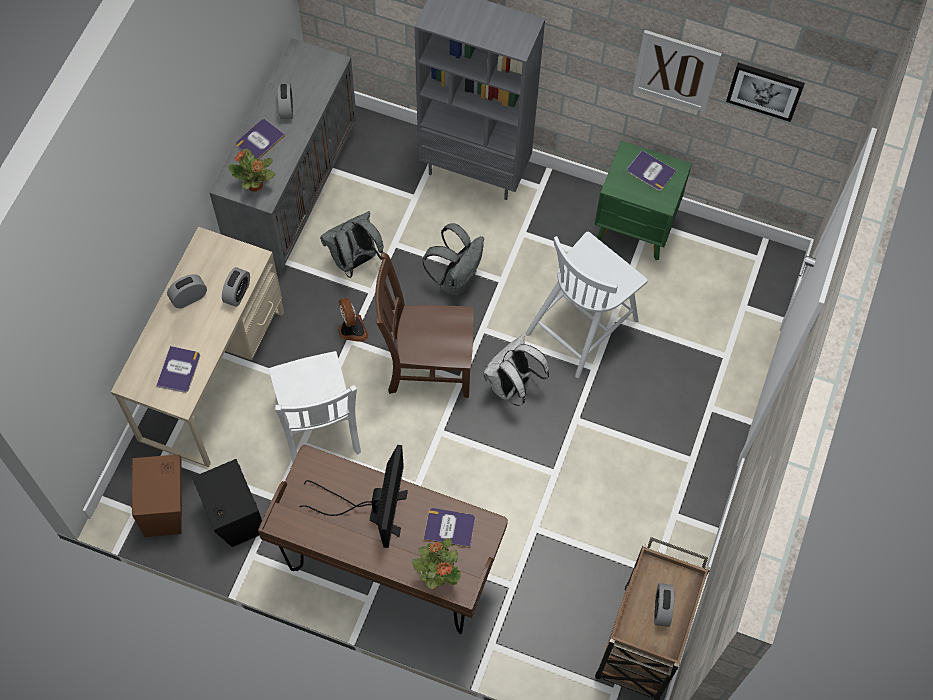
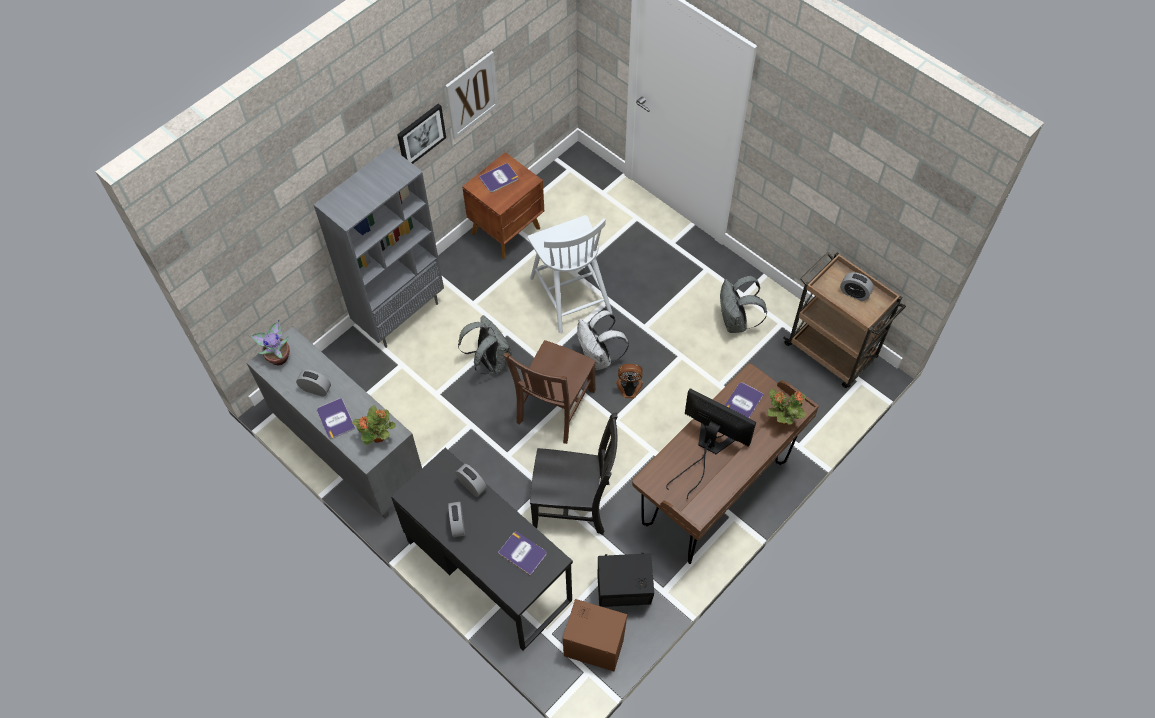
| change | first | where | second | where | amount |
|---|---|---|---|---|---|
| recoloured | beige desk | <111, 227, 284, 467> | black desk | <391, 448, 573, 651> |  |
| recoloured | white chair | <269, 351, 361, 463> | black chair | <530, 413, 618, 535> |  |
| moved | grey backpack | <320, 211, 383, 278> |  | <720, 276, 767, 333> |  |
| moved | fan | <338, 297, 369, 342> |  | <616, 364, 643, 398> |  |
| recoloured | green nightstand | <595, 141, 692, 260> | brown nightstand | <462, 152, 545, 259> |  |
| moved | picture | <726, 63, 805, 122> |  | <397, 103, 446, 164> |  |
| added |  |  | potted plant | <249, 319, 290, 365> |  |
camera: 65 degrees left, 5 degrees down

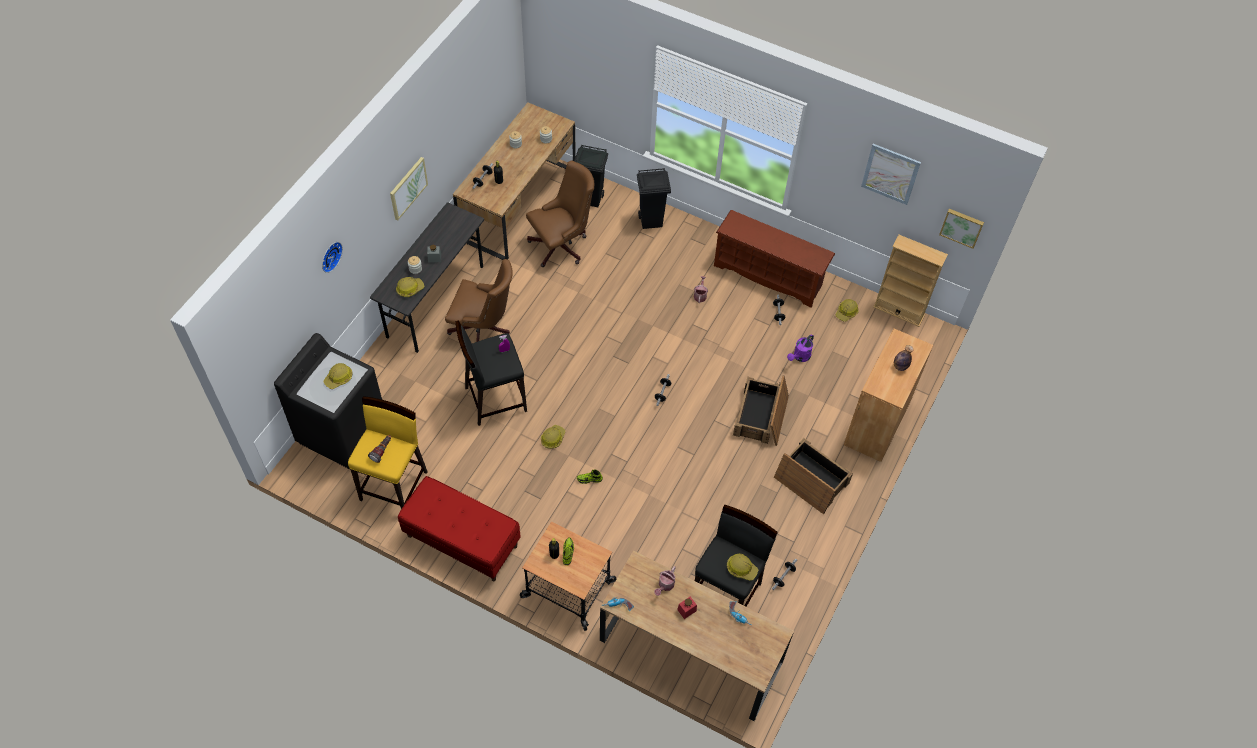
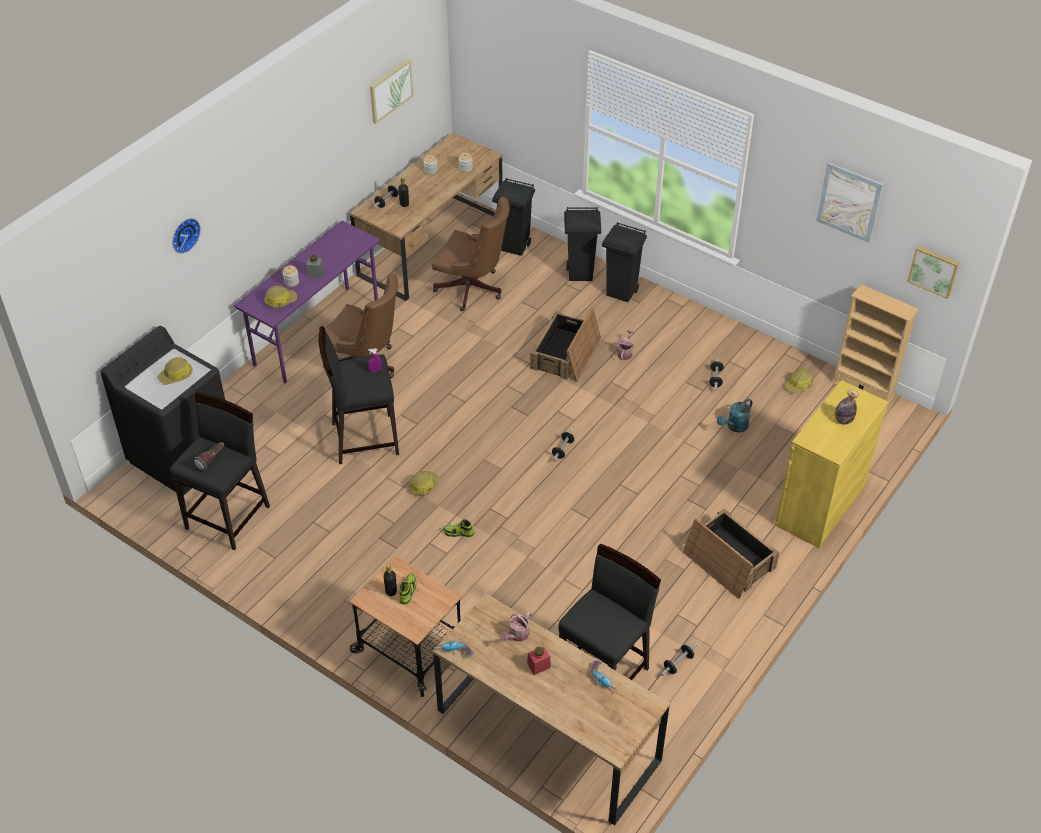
| change | first | where | second | where | amount |
|---|---|---|---|---|---|
| recoloured | yellow stool | <348, 396, 428, 509> | black stool | <170, 392, 270, 550> |  |
| recoloured | grey desk | <370, 202, 484, 353> | purple desk | <234, 221, 380, 383> |  |
| moved | picture | <390, 157, 428, 221> |  | <370, 59, 413, 124> |  |
| removed | red bench | <398, 476, 520, 581> |  |  |  |
| turned | brown office chair | <526, 161, 594, 267> |  | <432, 197, 510, 311> | 45 degrees clockwise |
| removed | brown shoe rack | <714, 210, 835, 308> |  |  |  |
| removed | hard hat | <727, 554, 758, 581> |  |  |  |
| moved | crate | <733, 375, 789, 446> |  | <530, 308, 601, 382> |  |
| recoloured | purple watering can | <787, 334, 814, 362> | turquoise watering can | <717, 399, 752, 432> |  |
| recoloured | brown cabinet | <844, 329, 933, 462> | yellow cabinet | <775, 380, 888, 548> |  |
| added |  |  | black trash can | <602, 222, 647, 302> |  |
camera: 10 degrees right, 10 degrees down

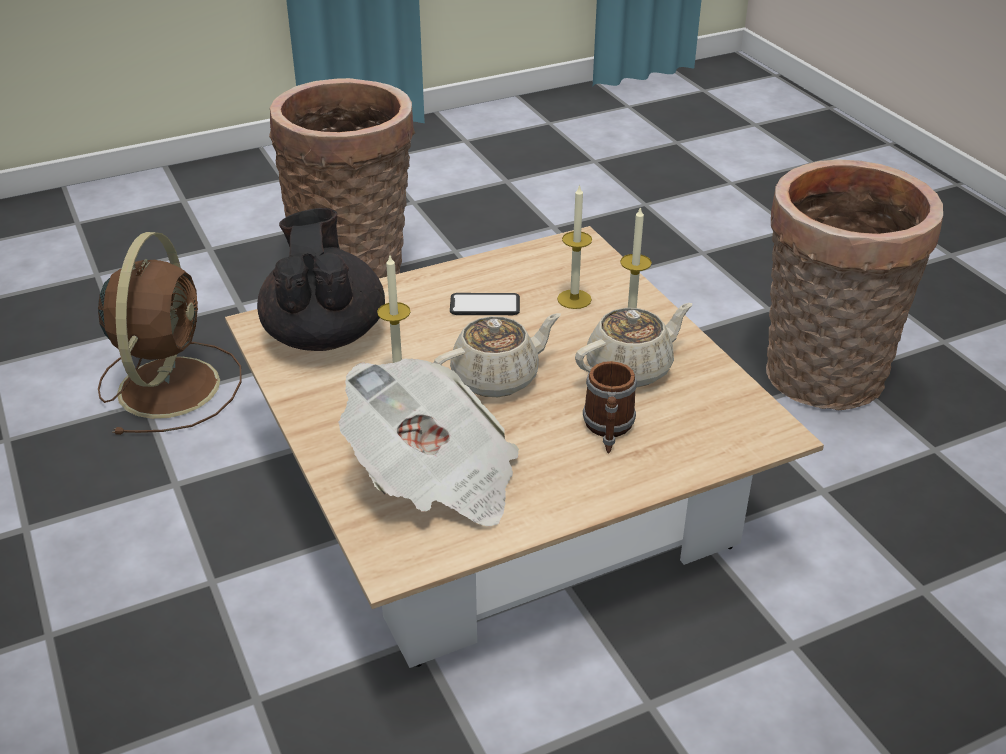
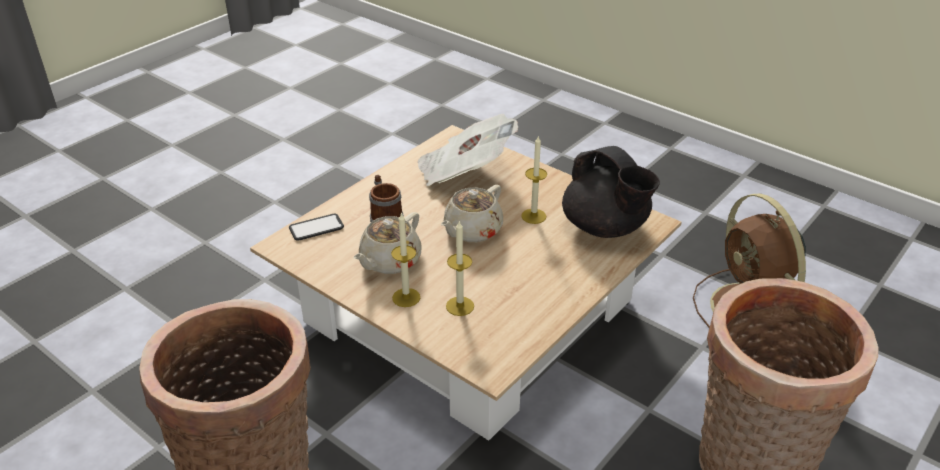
| change | first | where | second | where | amount |
|---|---|---|---|---|---|
| moved | phone | <450, 293, 520, 315> |  | <289, 214, 344, 240> |  |
camera: 155 degrees right, 0 degrees up

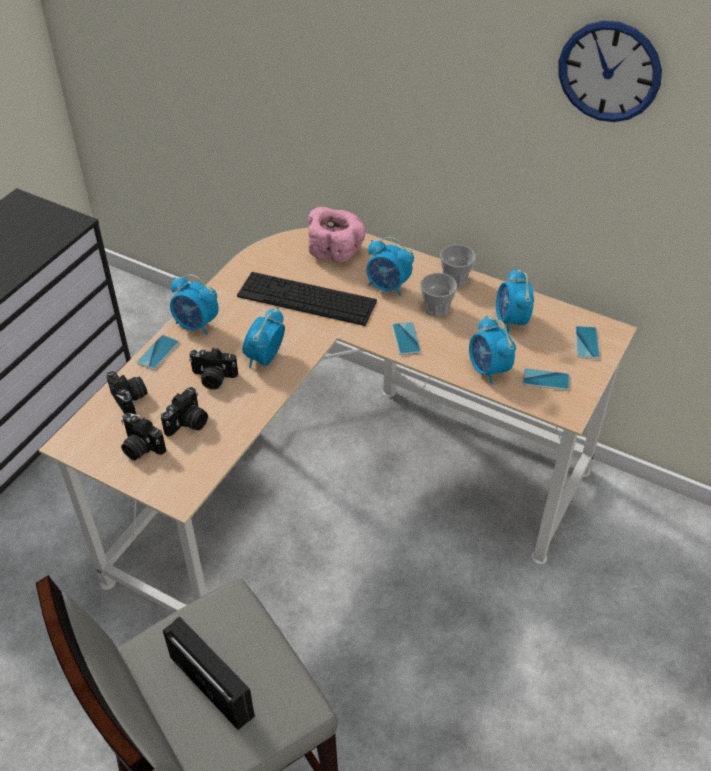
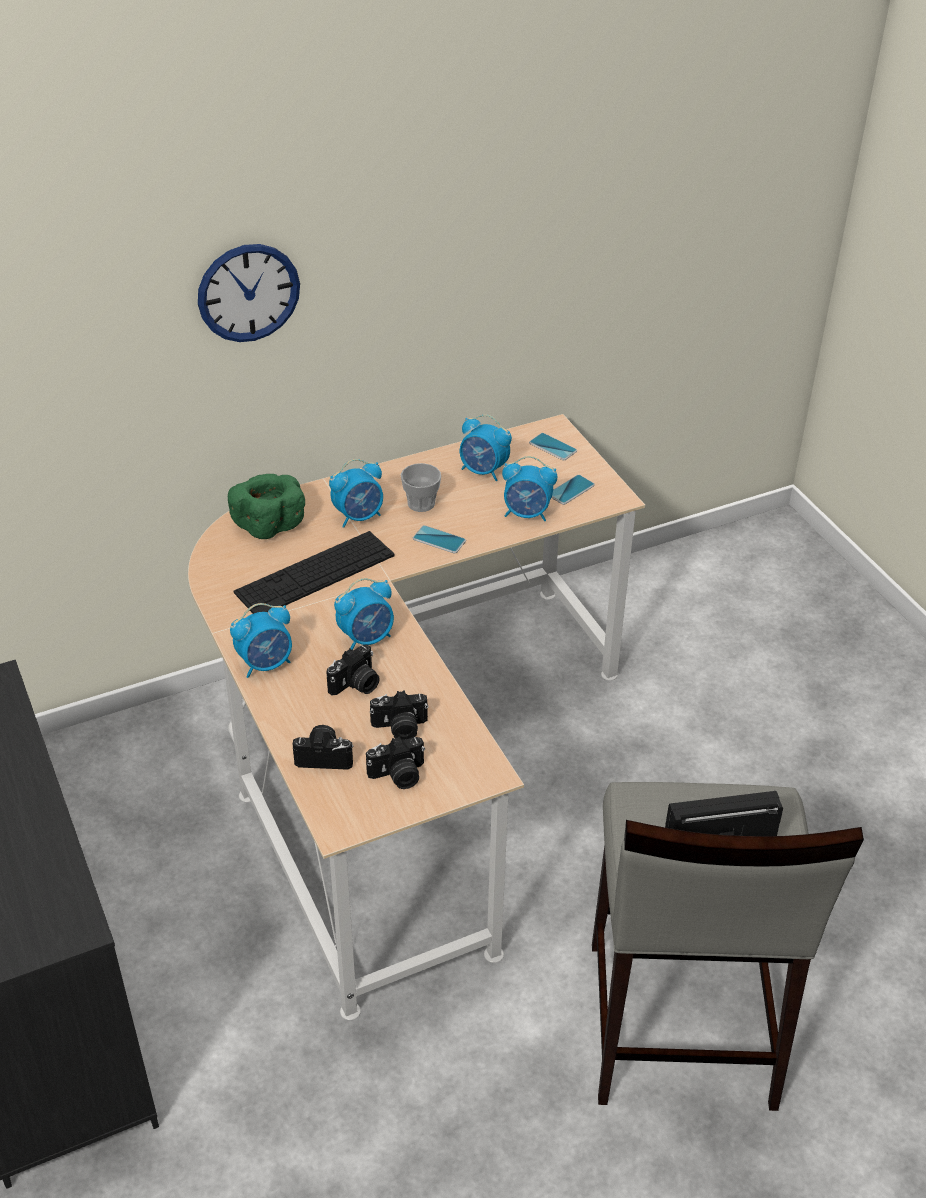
| change | first | where | second | where | amount |
|---|---|---|---|---|---|
| removed | phone | <137, 335, 180, 370> |  |  |  |
| turned | photo camera | <161, 387, 208, 437> |  | <370, 690, 429, 741> | 105 degrees clockwise |
| turned | alarm clock | <242, 307, 285, 368> |  | <334, 578, 394, 650> | 90 degrees counterclockwise |
| recoloured | pink bowl | <308, 207, 366, 263> | green bowl | <228, 474, 305, 539> |  |
| removed | cup | <440, 245, 476, 287> |  |  |  |
| moved | wall clock | <559, 20, 662, 122> |  | <198, 244, 300, 342> |  |
camera: 55 degrees left, 5 degrees down

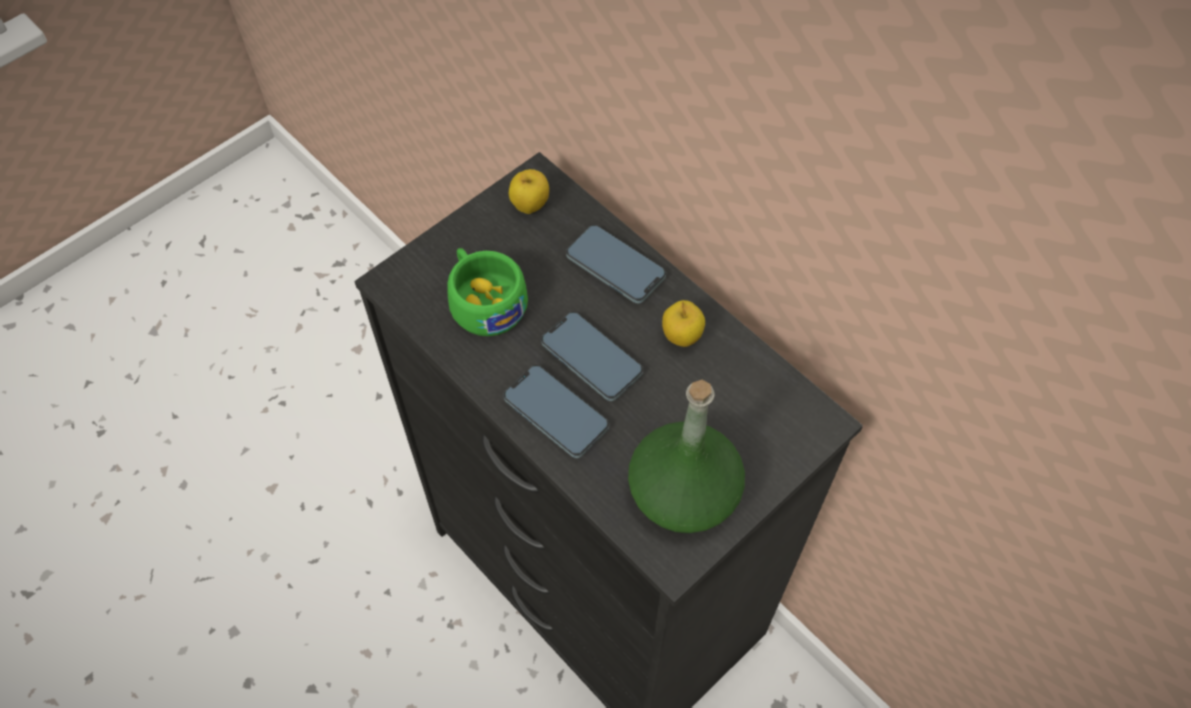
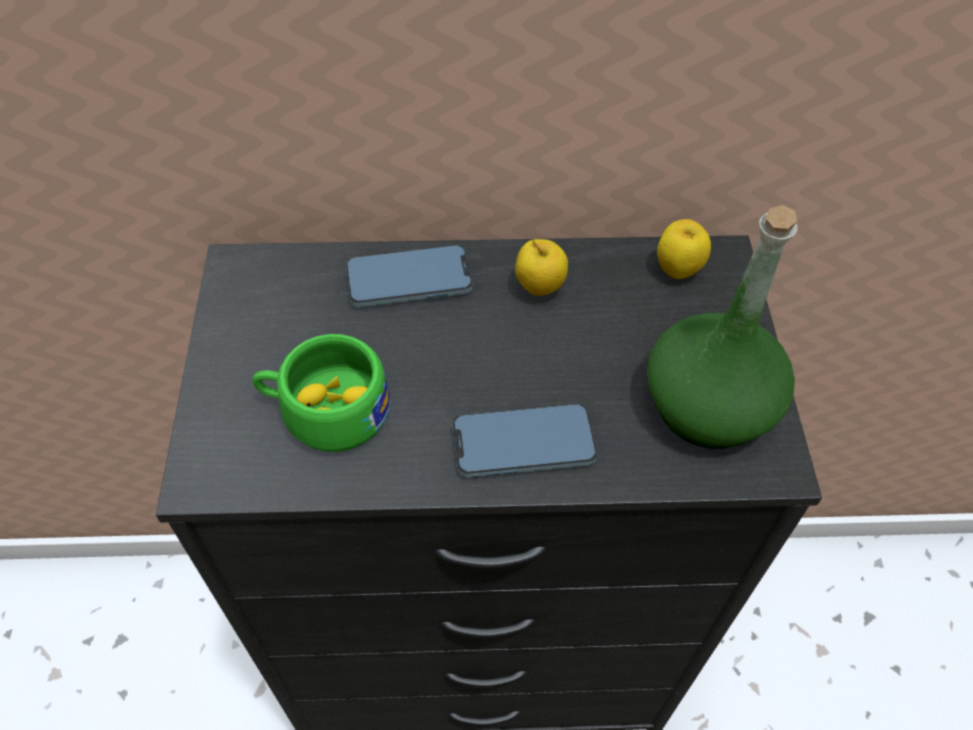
| change | first | where | second | where | amount |
|---|---|---|---|---|---|
| moved | apple | <509, 169, 549, 214> |  | <657, 219, 711, 279> |  |
| removed | phone | <541, 312, 643, 401> |  |  |  |
camera: 50 degrees left, 5 degrees down

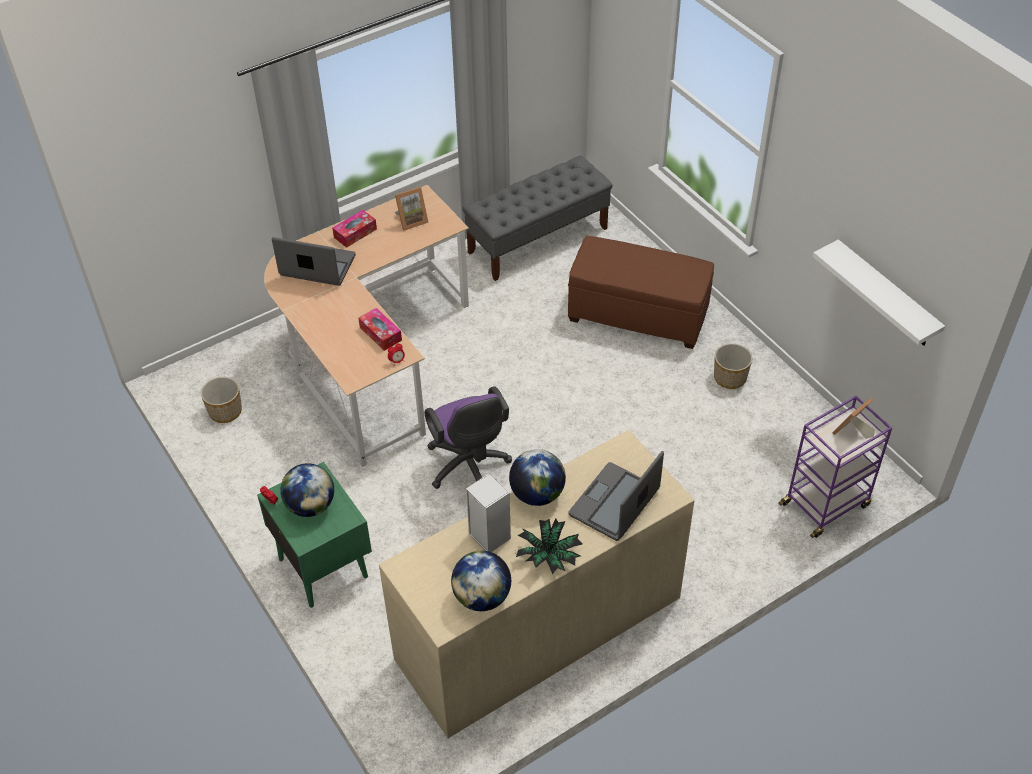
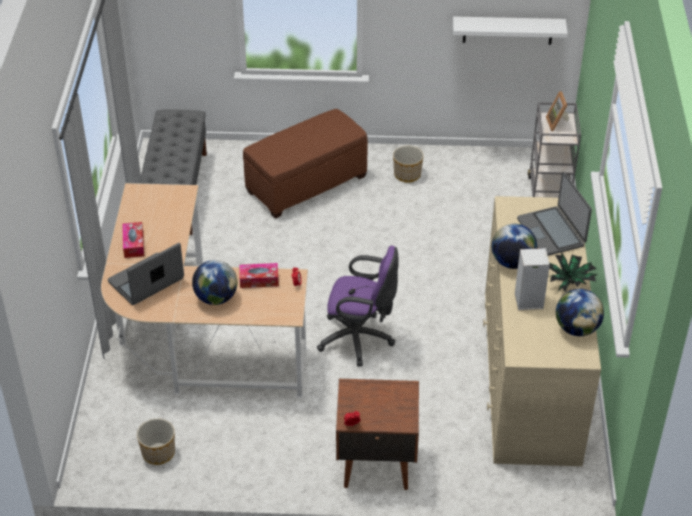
| change | first | where | second | where | amount |
|---|---|---|---|---|---|
| recoloured | green nightstand | <257, 462, 372, 608> | brown nightstand | <336, 379, 419, 490> |  |
| moved | globe | <280, 463, 334, 517> |  | <192, 260, 237, 305> |  |
| removed | picture frame | <395, 187, 429, 231> |  |  |  |
| recoloured | purple cart | <778, 396, 892, 538> | grey cart | <528, 102, 581, 198> |  |
camera: 55 degrees left, 5 degrees down

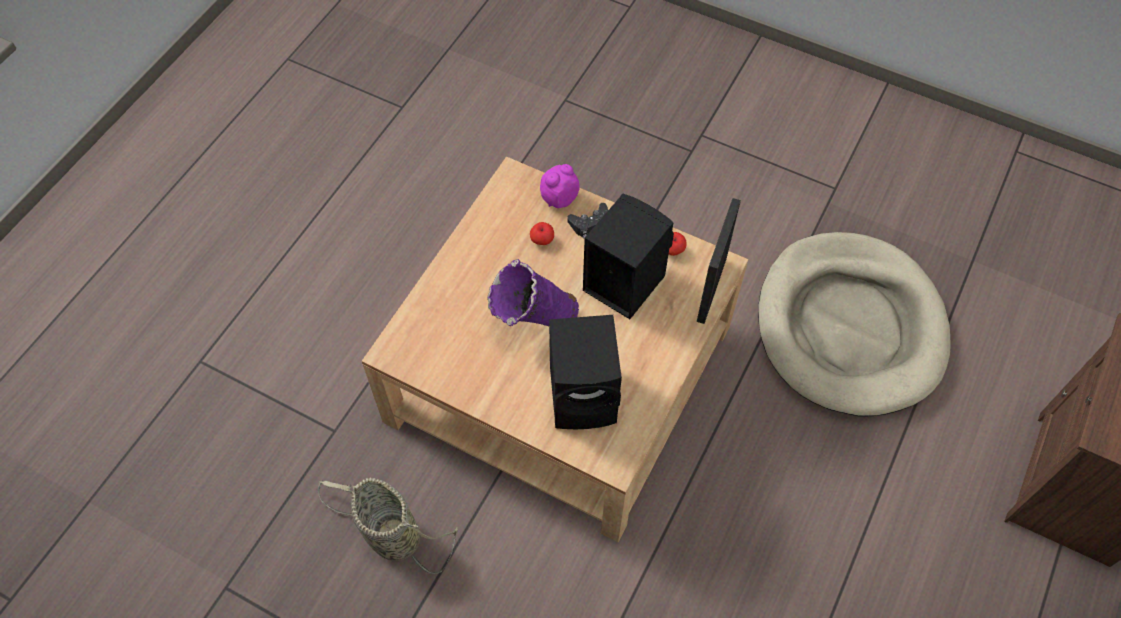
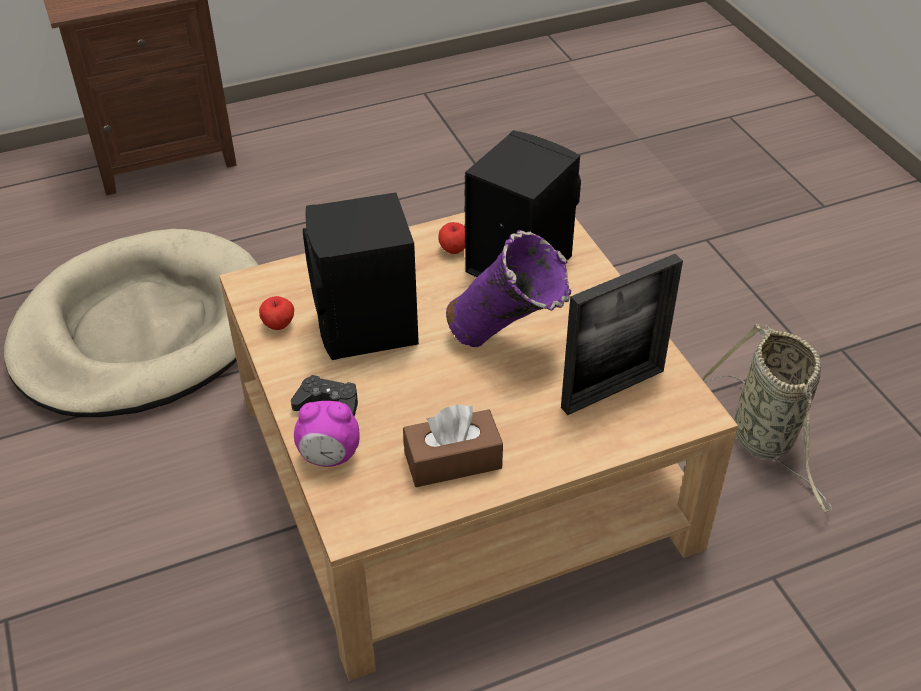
| change | first | where | second | where | amount |
|---|---|---|---|---|---|
| moved | apple | <530, 222, 554, 245> |  | <439, 222, 465, 254> |  |
| moved | picture frame | <697, 198, 741, 324> |  | <561, 254, 683, 415> |  |
| added |  |  | brown tissue box | <403, 405, 503, 487> |  |
camera: 140 degrees left, 15 degrees down

